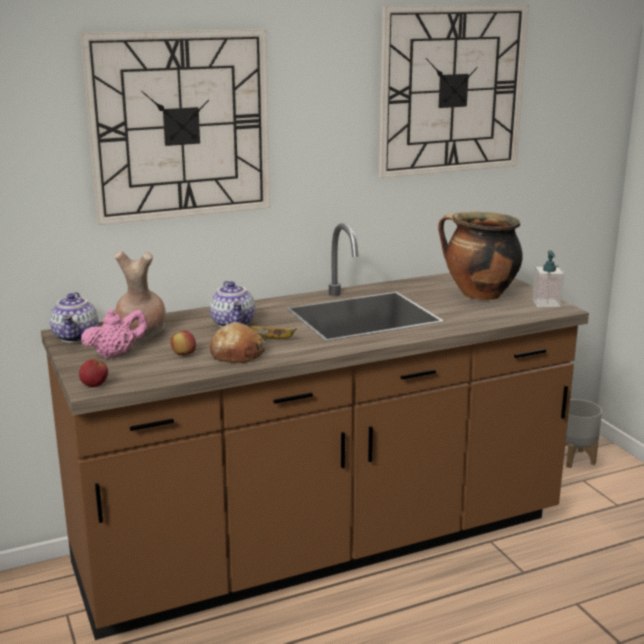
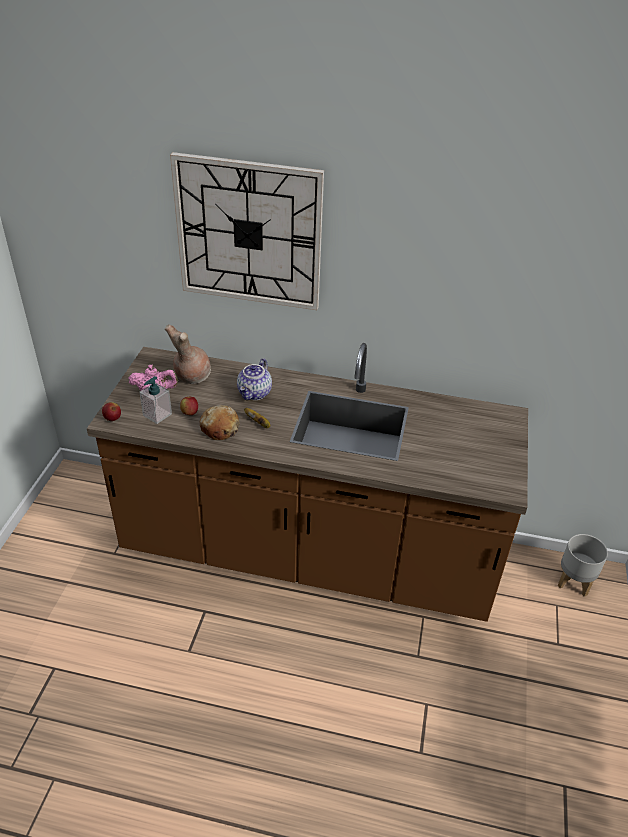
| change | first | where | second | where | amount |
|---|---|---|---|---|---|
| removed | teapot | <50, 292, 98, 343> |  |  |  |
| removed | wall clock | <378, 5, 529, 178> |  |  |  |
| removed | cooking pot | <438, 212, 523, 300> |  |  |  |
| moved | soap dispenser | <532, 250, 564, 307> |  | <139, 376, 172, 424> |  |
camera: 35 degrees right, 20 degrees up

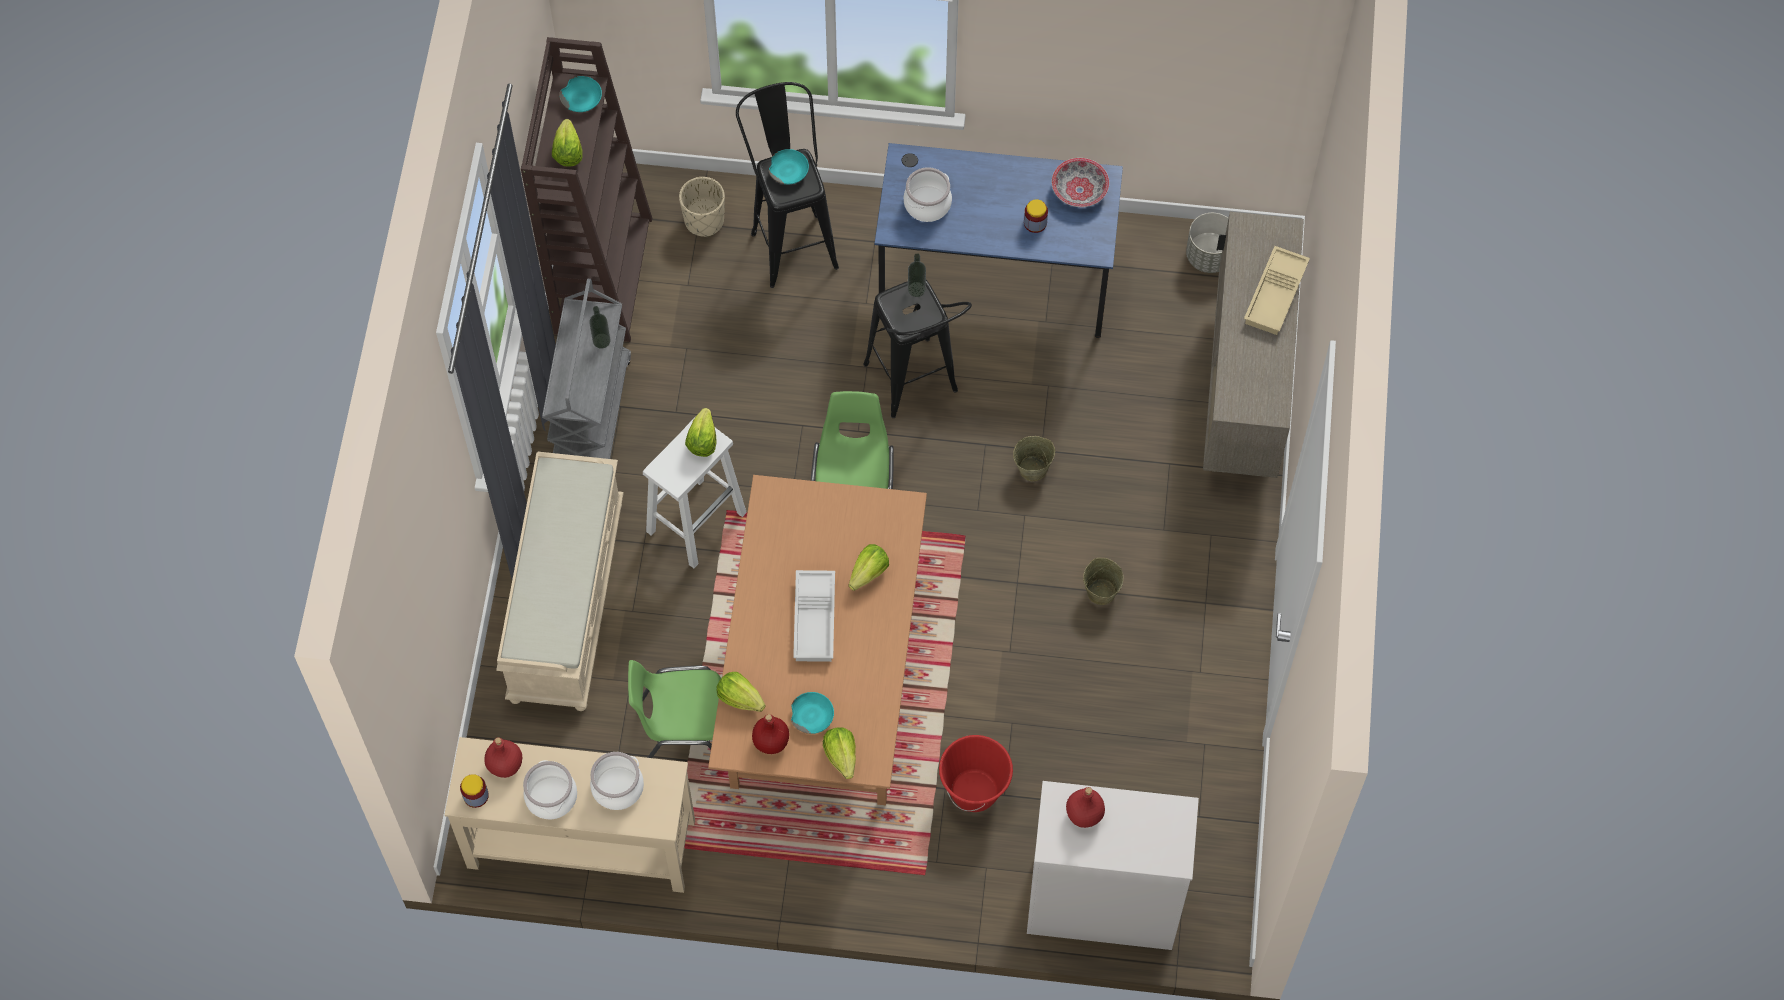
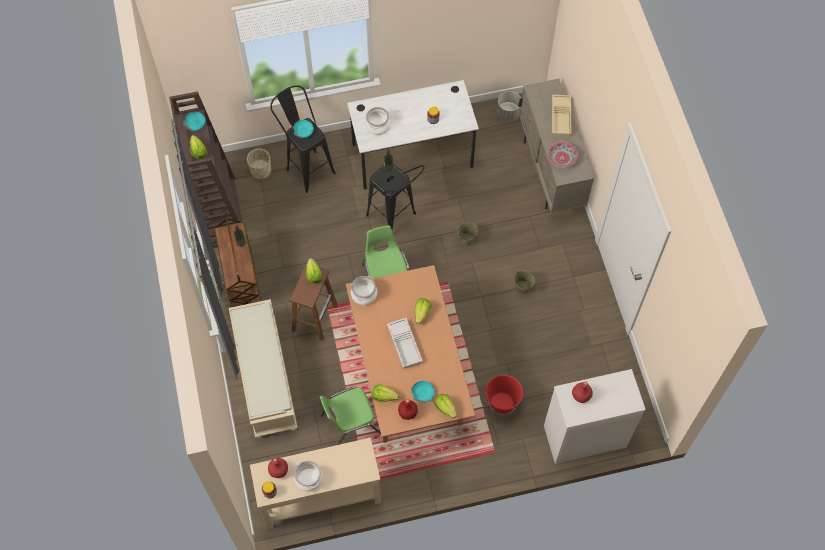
| change | first | where | second | where | amount |
|---|---|---|---|---|---|
| recoloured | grey cart | <542, 279, 631, 459> | brown cart | <214, 213, 261, 307> |  |
| moved | cooking pot | <590, 752, 644, 810> |  | <351, 276, 377, 305> |  |
| recoloured | white stool | <643, 416, 747, 568> | brown stool | <290, 263, 338, 341> |  |
| recoloured | blue desk | <875, 143, 1123, 338> | white desk | <347, 80, 479, 190> |  |
| moved | bowl | <1052, 158, 1109, 207> |  | <548, 142, 578, 168> |  |
camera: 20 degrees left, 0 degrees up

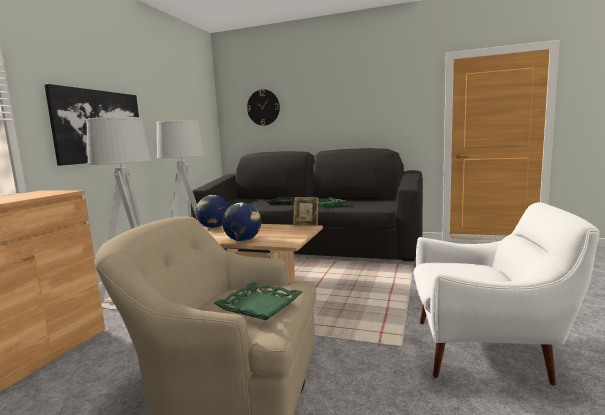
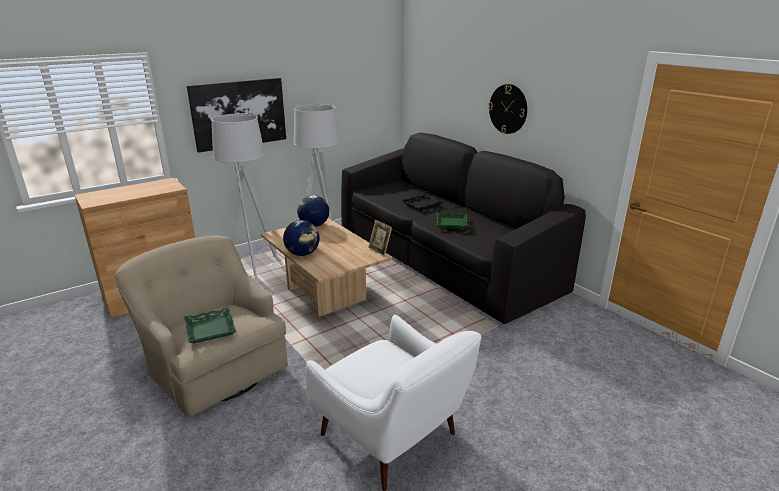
| change | first | where | second | where | amount |
|---|---|---|---|---|---|
| moved | wall clock | <247, 89, 280, 126> |  | <488, 84, 527, 134> |  |
camera: 35 degrees right, 15 degrees up

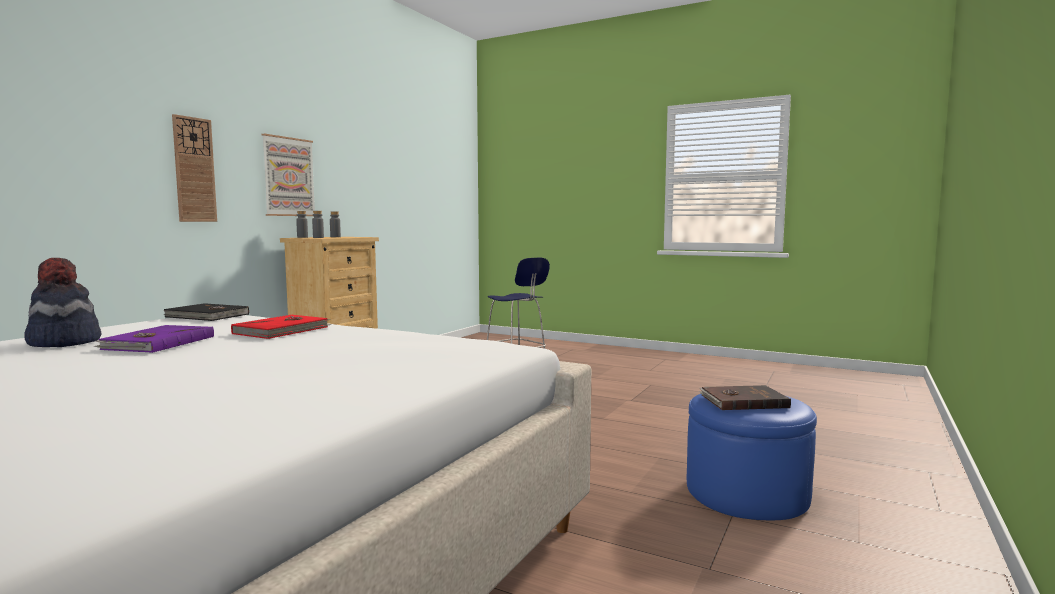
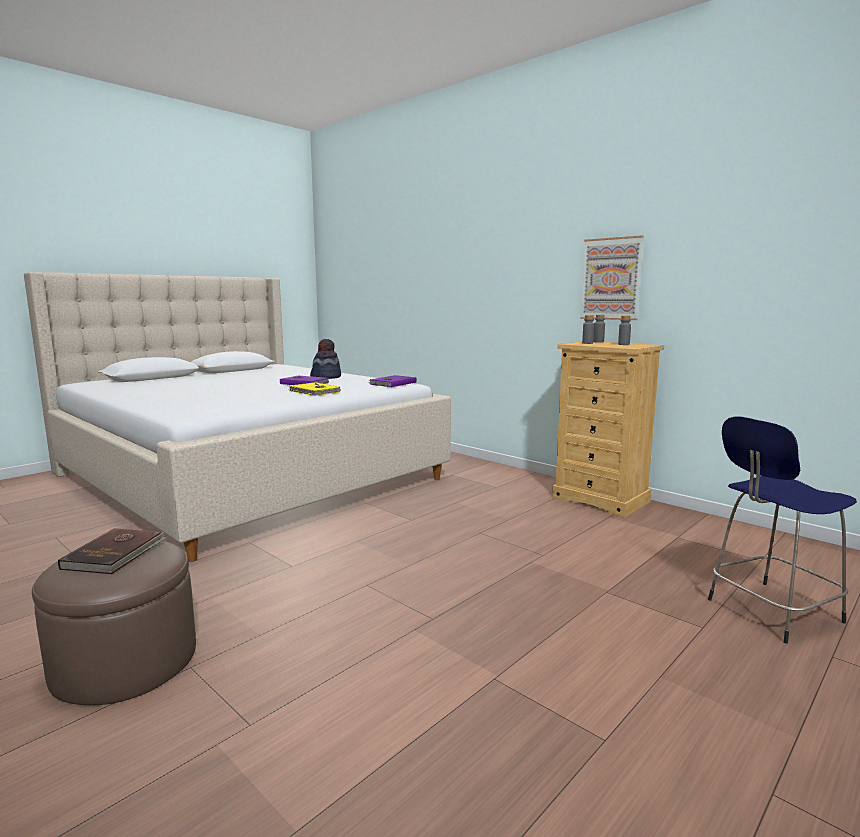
| change | first | where | second | where | amount |
|---|---|---|---|---|---|
| recoloured | black book | <164, 303, 249, 321> | purple book | <368, 375, 417, 387> |  |
| removed | wall clock | <172, 114, 217, 222> |  |  |  |
| recoloured | red book | <231, 314, 332, 339> | yellow book | <289, 382, 340, 396> |  |
| recoloured | blue ottoman | <687, 394, 817, 520> | brown ottoman | <32, 541, 196, 705> |  |
camera: 105 degrees right, 5 degrees up

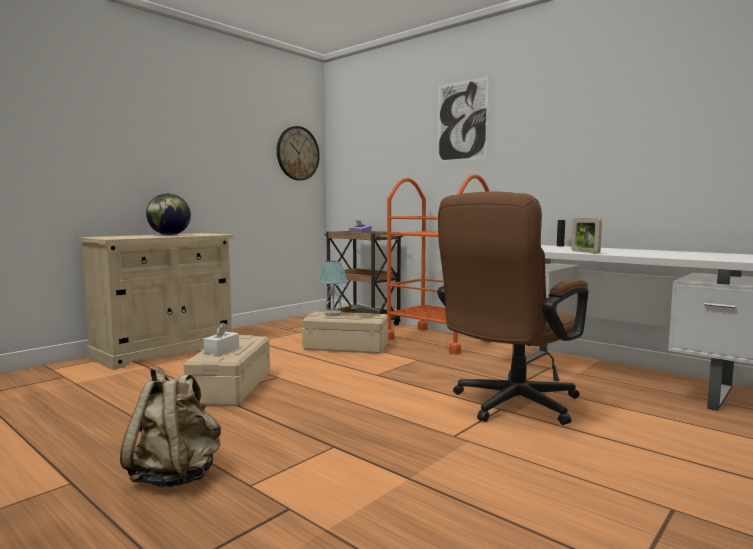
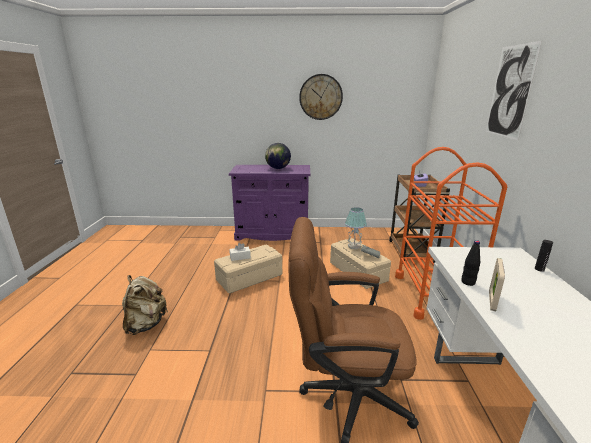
| change | first | where | second | where | amount |
|---|---|---|---|---|---|
| recoloured | beige cabinet | <78, 233, 234, 370> | purple cabinet | <229, 165, 310, 241> |  |
| moved | wall clock | <277, 126, 320, 181> |  | <299, 74, 343, 120> |  |
| added |  |  | black bottle | <461, 240, 480, 286> |  |
camera: 50 degrees right, 15 degrees up

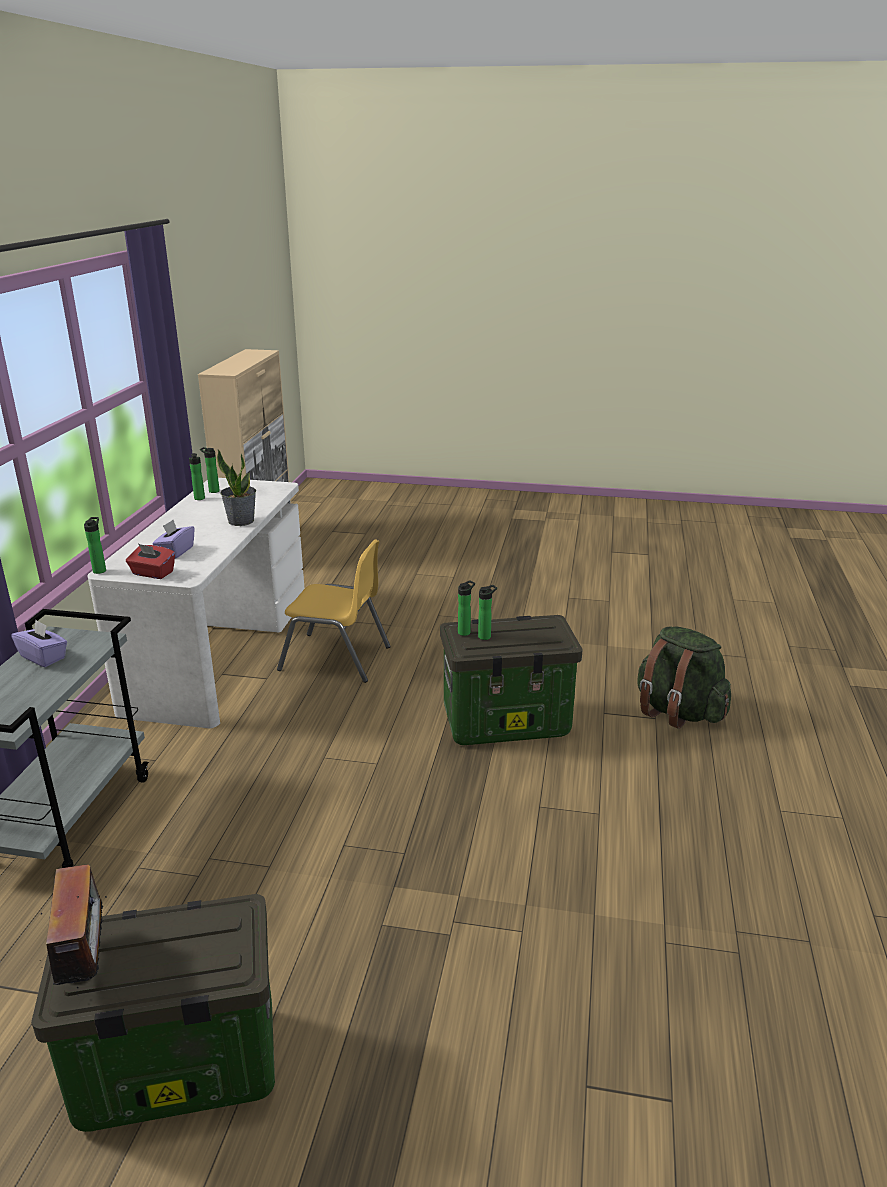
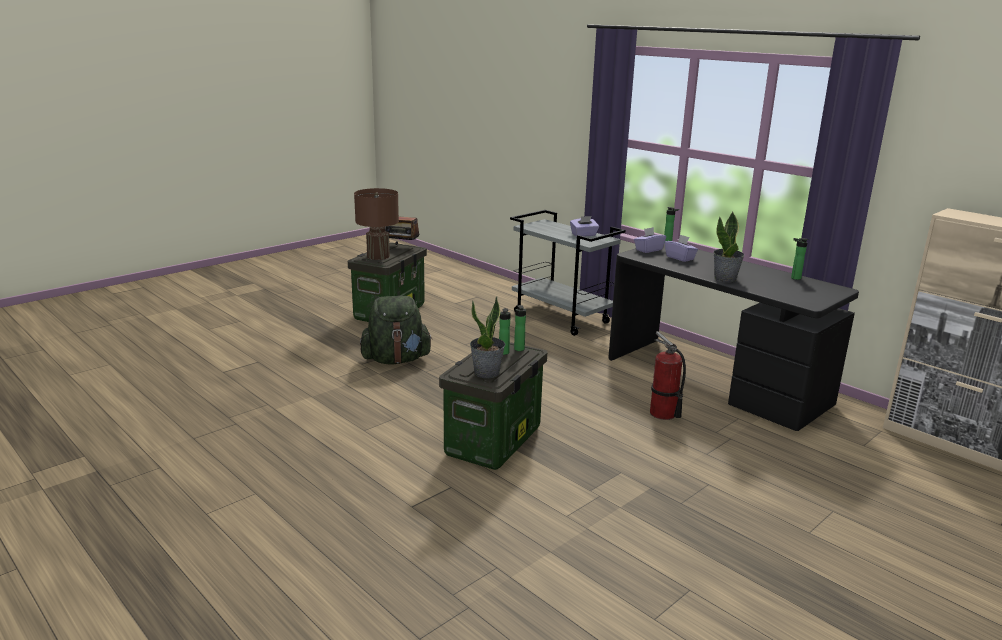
| change | first | where | second | where | amount |
|---|---|---|---|---|---|
| recoloured | white desk | <88, 478, 305, 729> | black desk | <608, 243, 859, 431> |  |
| recoloured | red tissue box | <126, 544, 175, 579> | purple tissue box | <634, 227, 666, 253> |  |
| removed | bottle | <200, 447, 220, 493> |  |  |  |
| replaced | yellow chair | <277, 540, 391, 683> | fire extinguisher | <650, 331, 686, 420> |  |
| moved | green backpack | <637, 626, 731, 729> |  | <360, 296, 432, 364> |  |
| added |  |  | brown table lamp | <354, 188, 399, 260> |  |
| added |  |  | potted plant | <470, 296, 505, 378> |  |
camera: 125 degrees right, 5 degrees down

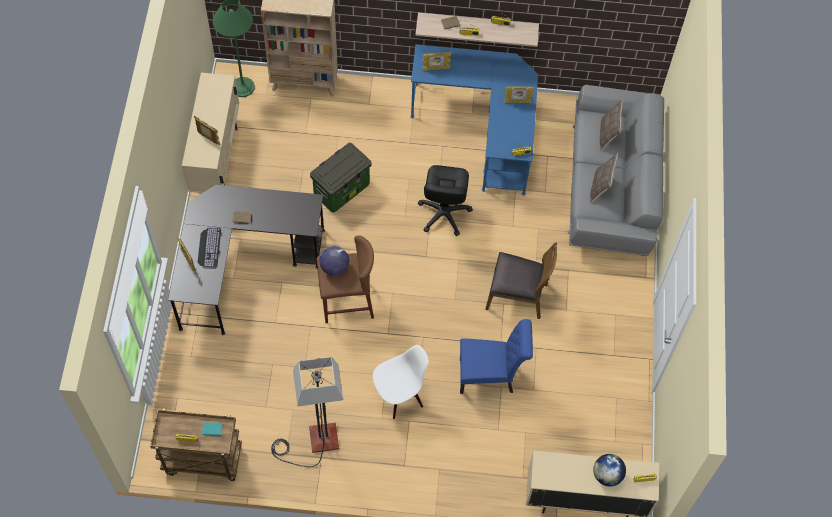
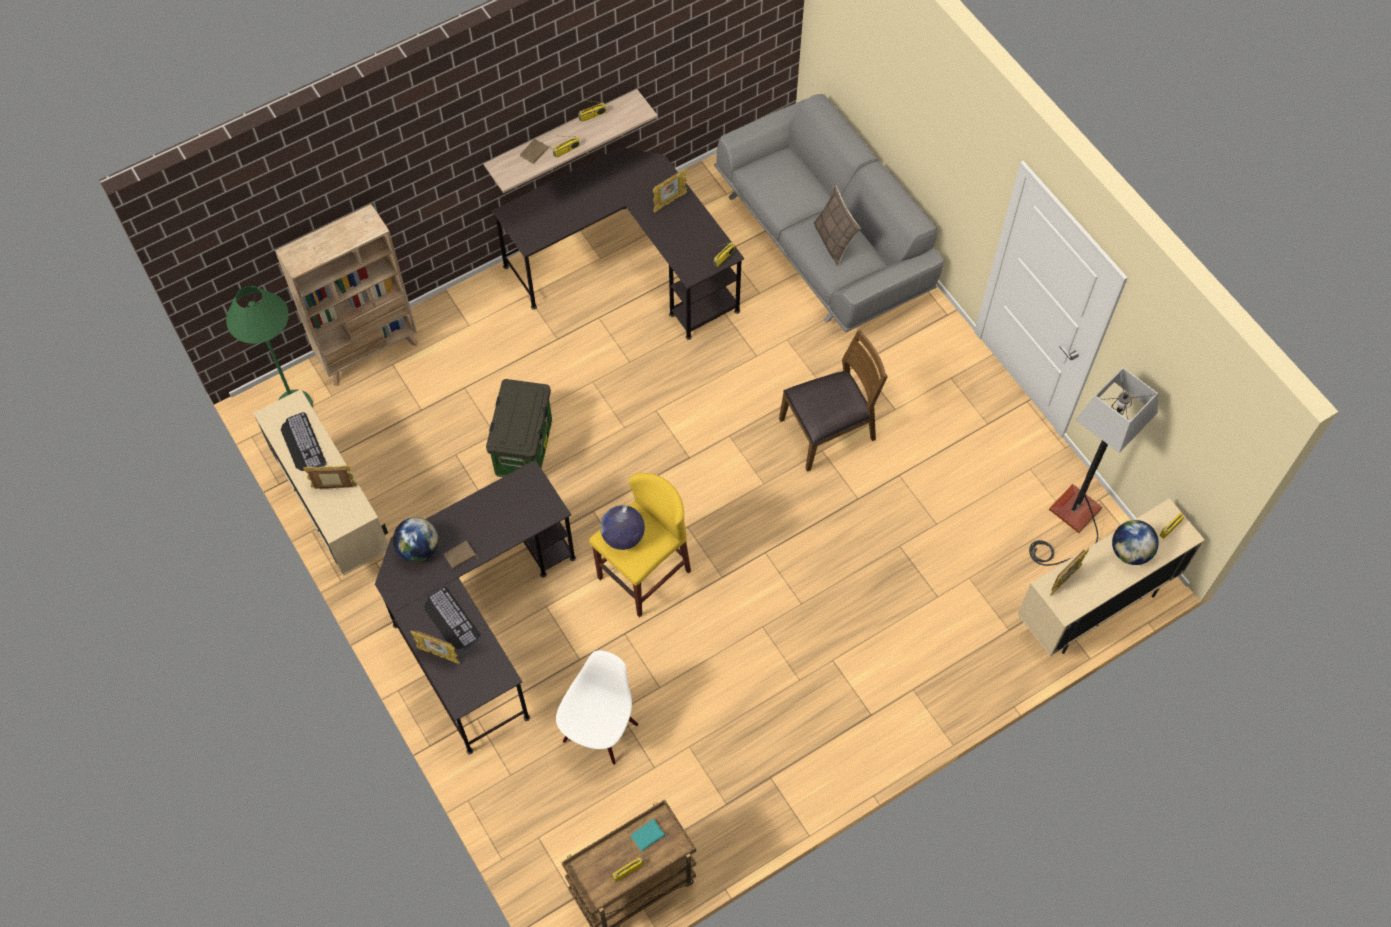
| change | first | where | second | where | amount |
|---|---|---|---|---|---|
| moved | floor lamp | <271, 357, 343, 467> |  | <1029, 367, 1158, 566> |  |
| recoloured | brown stool | <317, 235, 374, 323> | yellow stool | <589, 473, 691, 617> |  |
| moved | white chair | <373, 345, 429, 419> |  | <556, 650, 638, 765> |  |
| recoloured | blue desk | <410, 44, 538, 196> | black desk | <492, 147, 744, 340> |  |
| removed | black office chair | <418, 165, 473, 236> |  |  |  |
| moved | picture frame | <422, 52, 452, 71> |  | <1050, 548, 1089, 595> |  |
| removed | blue chair | <460, 319, 533, 394> |  |  |  |
| removed | pillow | <600, 99, 623, 151> |  |  |  |
| added |  |  | keyboard | <281, 412, 326, 471> |  |
| added |  |  | globe | <393, 517, 438, 562> |  |
camera: 35 degrees left, 0 degrees up

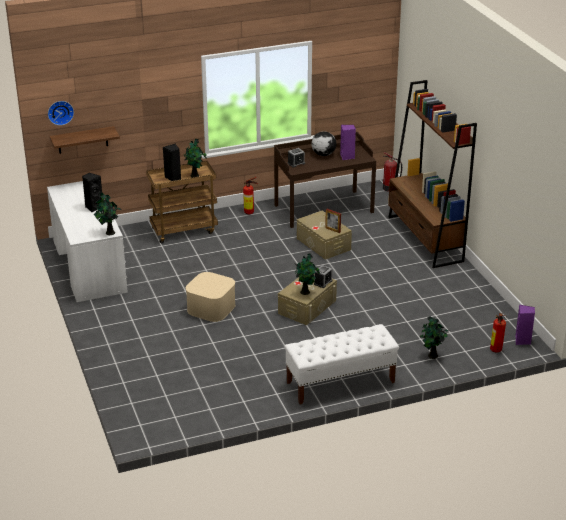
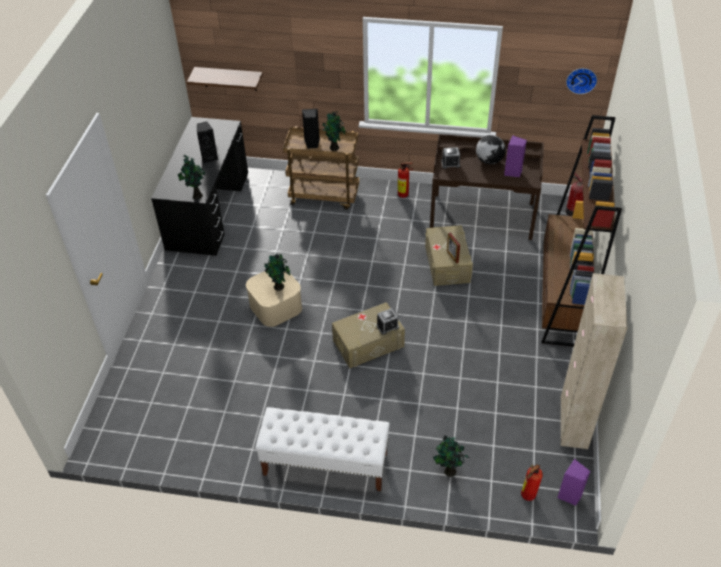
| change | first | where | second | where | amount |
|---|---|---|---|---|---|
| recoloured | white desk | <47, 181, 128, 302> | black desk | <151, 117, 248, 256> |  |
| moved | wall clock | <48, 101, 74, 125> |  | <566, 68, 597, 94> |  |
| moved | potted plant | <295, 254, 320, 295> |  | <265, 253, 291, 291> |  |
| added |  |  | beige cabinet | <561, 273, 628, 449> |  |
camera: 30 degrees right, 15 degrees up

